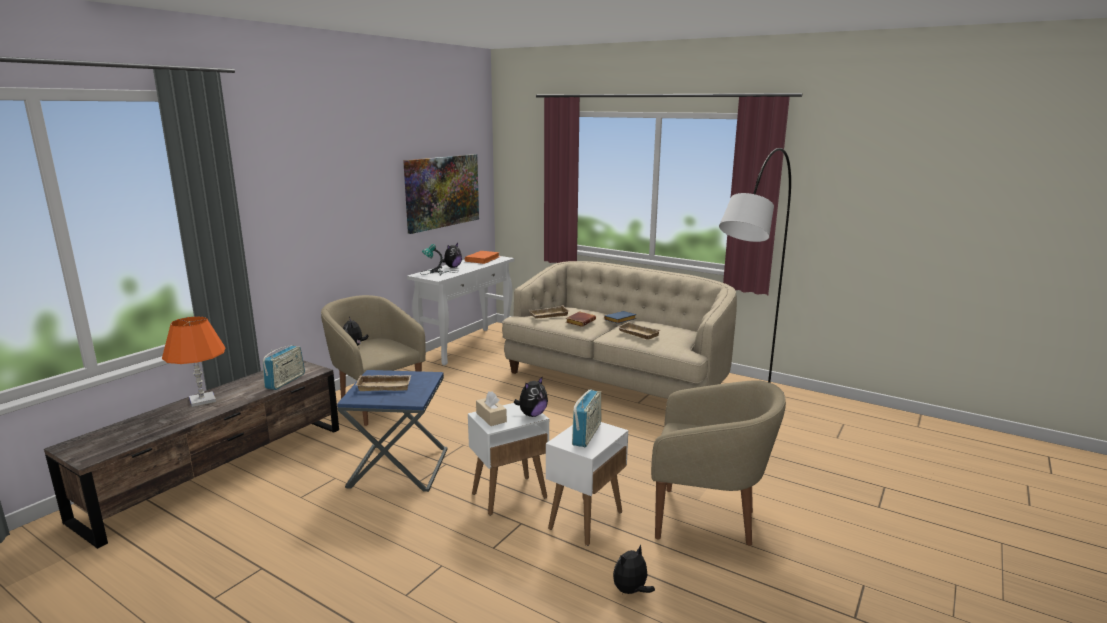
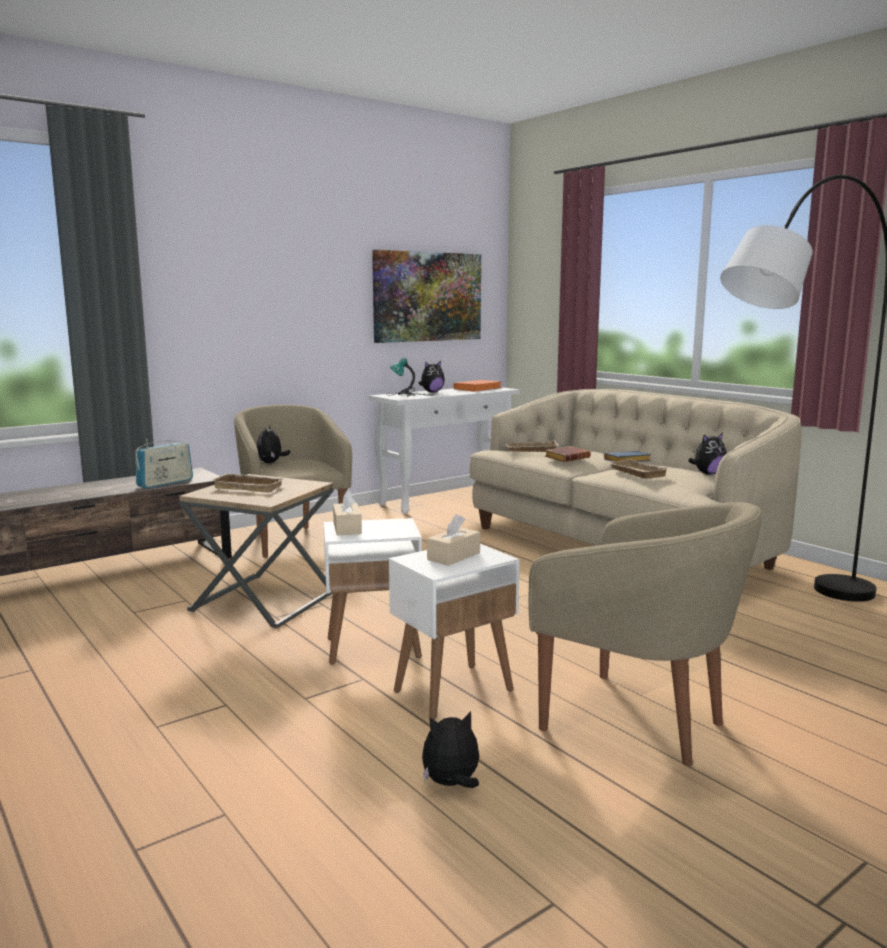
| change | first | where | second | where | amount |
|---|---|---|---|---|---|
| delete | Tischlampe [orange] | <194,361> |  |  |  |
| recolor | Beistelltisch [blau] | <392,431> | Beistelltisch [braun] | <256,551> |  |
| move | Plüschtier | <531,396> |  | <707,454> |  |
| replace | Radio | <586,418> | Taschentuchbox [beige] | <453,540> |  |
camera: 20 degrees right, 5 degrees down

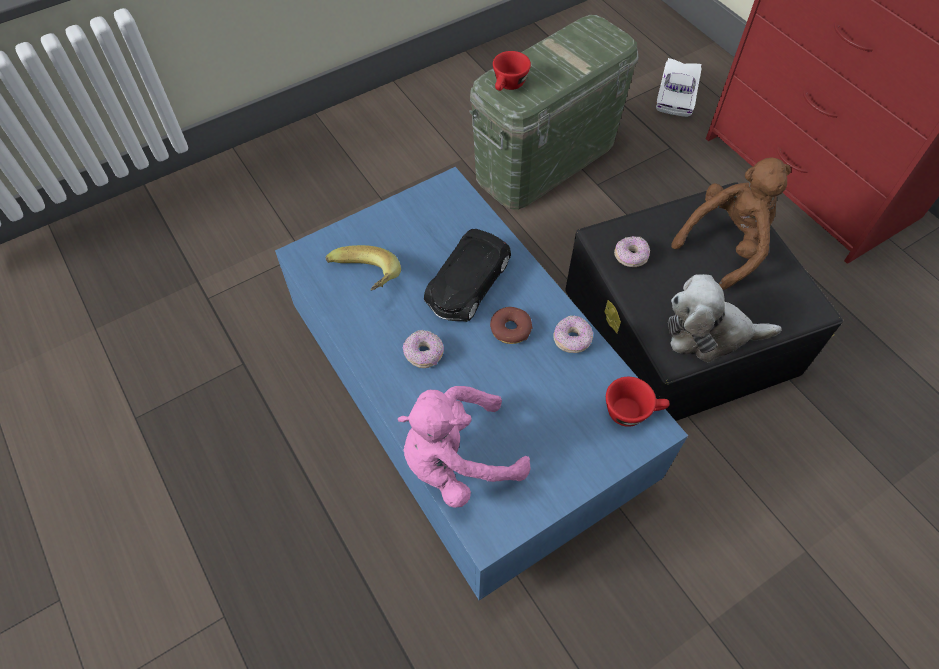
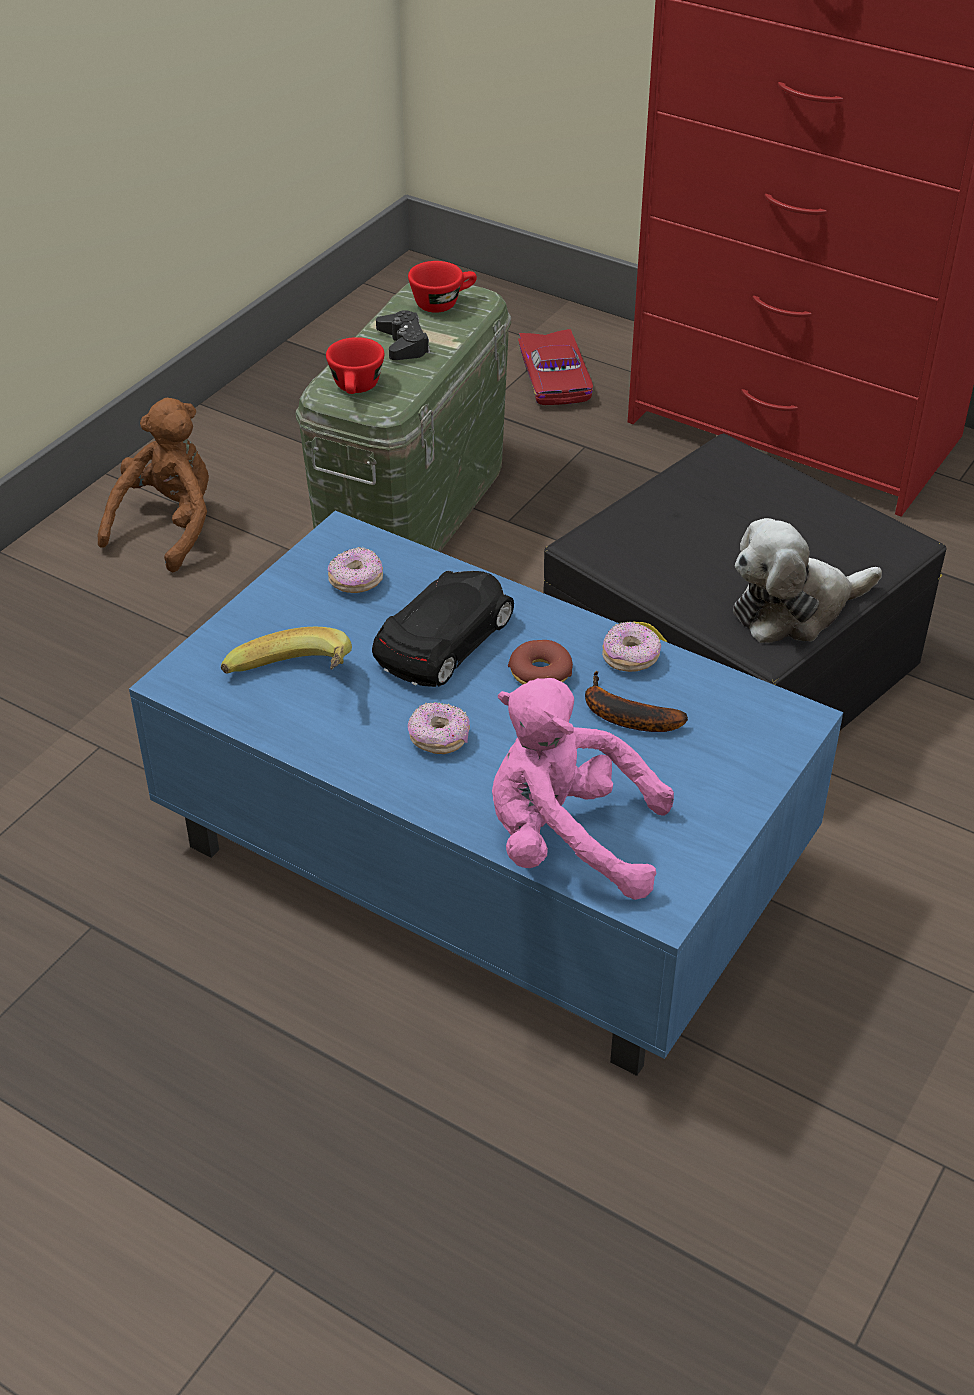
| change | first | where | second | where | amount |
|---|---|---|---|---|---|
| rotate | Plüschtier [rosa] | <464,447> |  | <583,789> | 60 degrees clockwise |
| rotate | Spielzeugauto [schwarz] | <467,275> |  | <443,629> | 150 degrees counterclockwise |
| move | Tasse [rot] | <637,402> |  | <442,287> |  |
| move | Donut | <632,251> |  | <355,570> |  |
| recolor | Spielzeugauto [weiß] | <679,87> | Spielzeugauto [rot] | <555,367> |  |
| move | Plüschtier [braun] | <731,224> |  | <153,485> |  |
| insert |  |  | Gamepad [schwarz] | <403,335> |  |
| insert |  |  | Banane | <636,701> |  |
camera: 25 degrees left, 15 degrees down

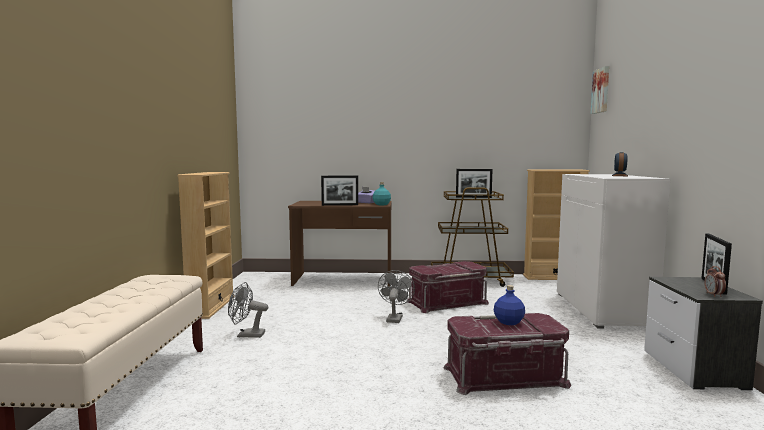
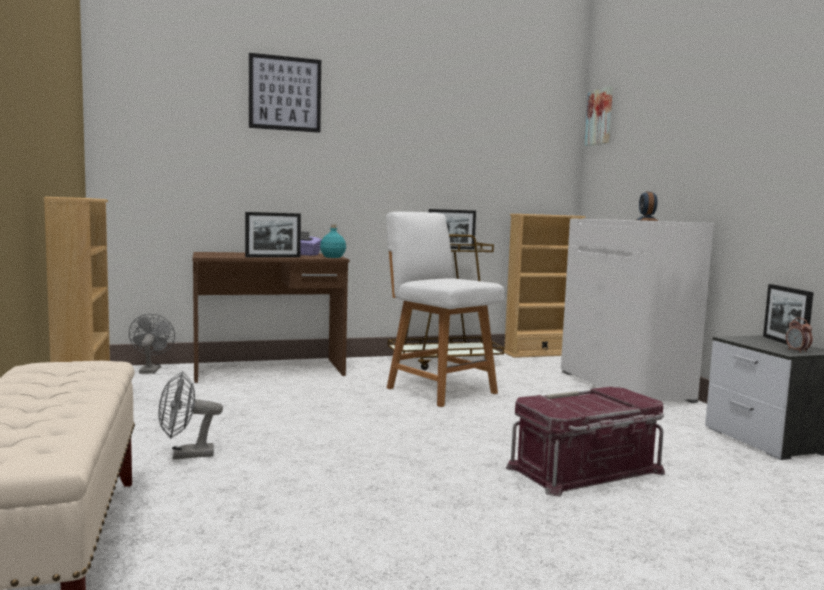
| change | first | where | second | where | amount |
|---|---|---|---|---|---|
| move | Ventilator [grau] | <396,296> |  | <152,344> |  |
| replace | Aufbewahrungsbox [rot] | <447,287> | Stuhl [weiß] | <445,309> |  |
| delete | Flasche [blau] | <509,305> |  |  |  |
| insert |  |  | Bild | <285,93> |  |
camera: 20 degrees left, 0 degrees up

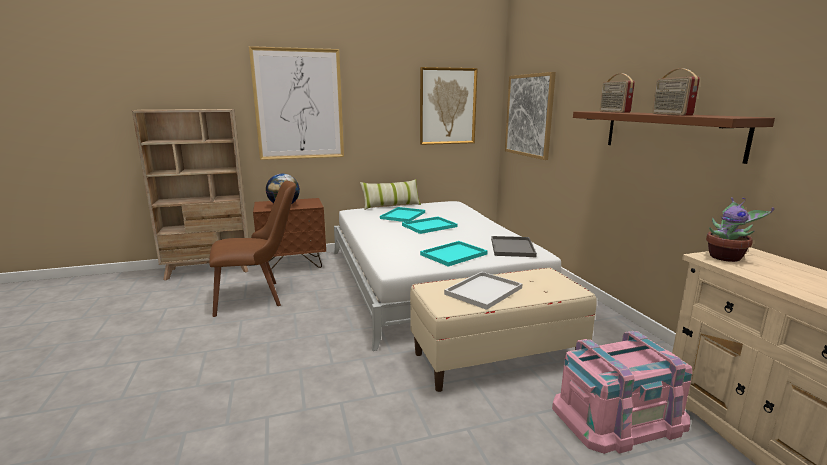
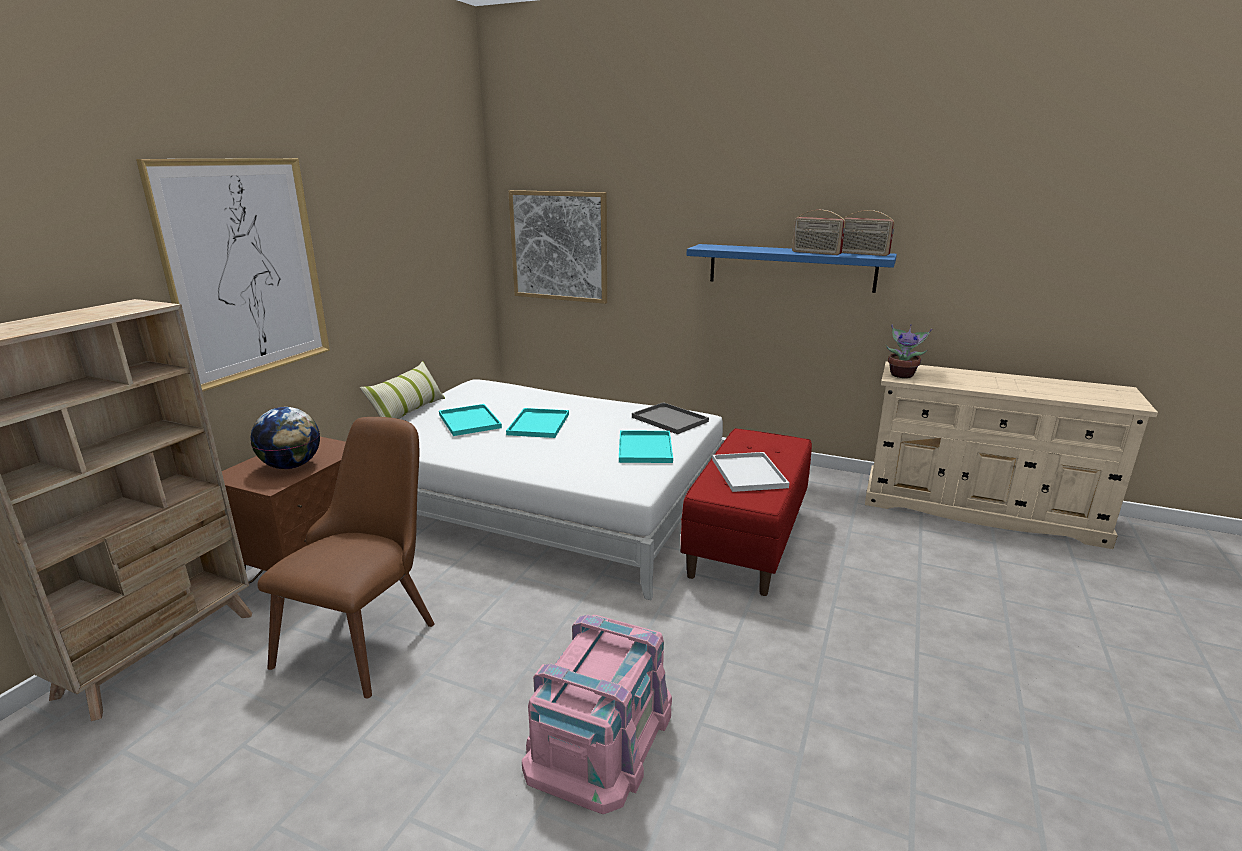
| change | first | where | second | where | amount |
|---|---|---|---|---|---|
| recolor | Bank [beige] | <503,330> | Bank [rot] | <746,512> |  |
| delete | Bild | <449,106> |  |  |  |
| move | Aufbewahrungsbox [rosa] | <622,392> |  | <597,714> |  |
| recolor | Wandregal [braun] | <674,137> | Wandregal [blau] | <791,268> |  |
| move | Radio | <617,93> |  | <868,233> |  |
camera: 50 degrees left, 5 degrees up

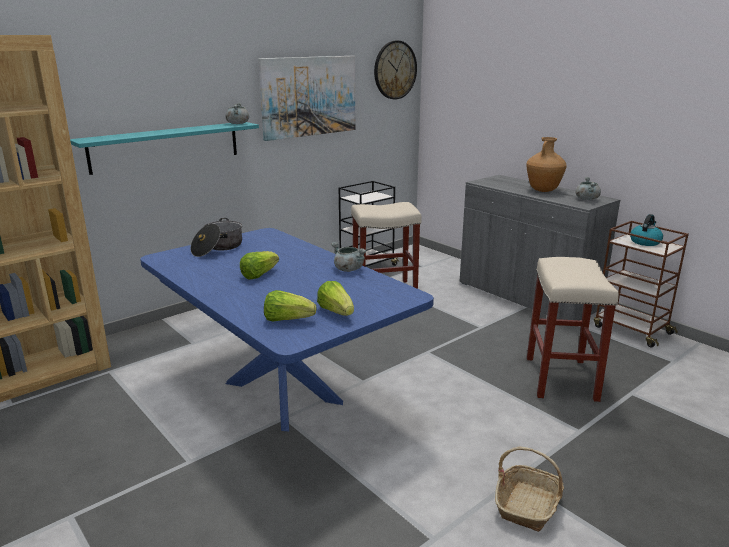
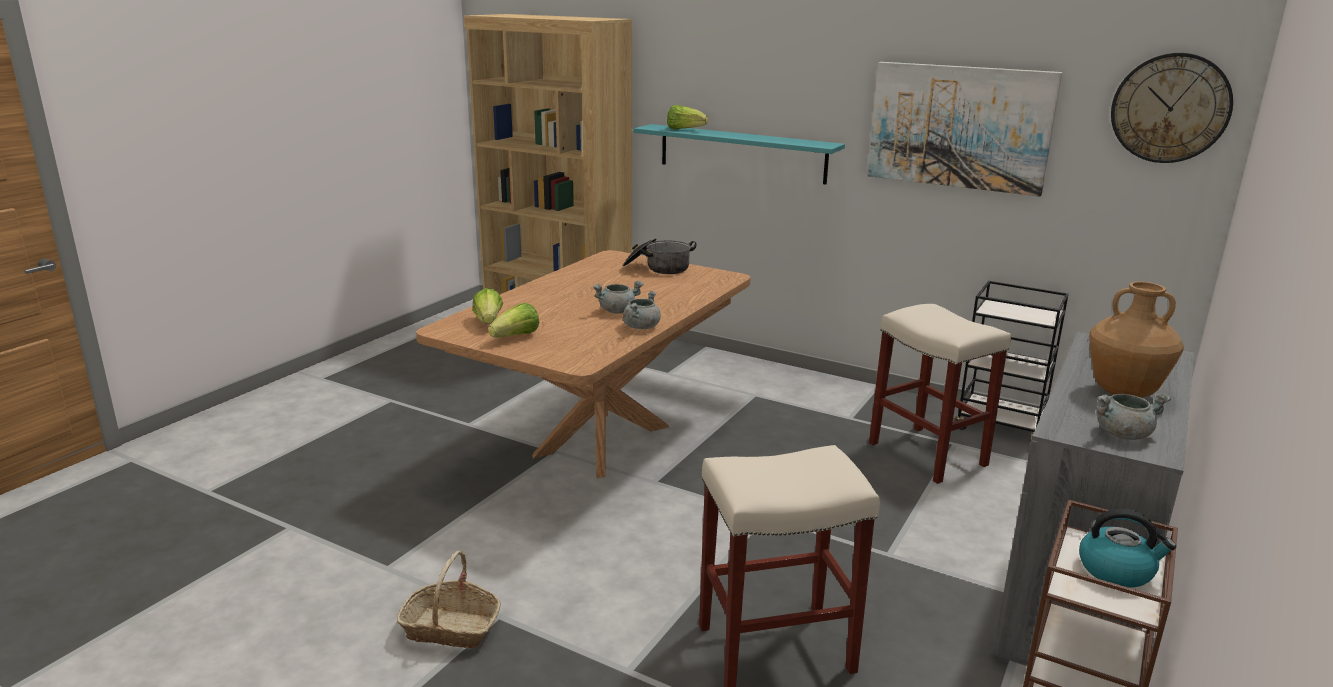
| change | first | where | second | where | amount |
|---|---|---|---|---|---|
| recolor | Esstisch [blau] | <287,329> | Esstisch [braun] | <583,364> |  |
| move | Kochtopf [grau] | <237,113> |  | <618,297> |  |
| move | Salatkopf | <259,265> |  | <687,117> |  |
camera: 70 degrees right, 0 degrees up

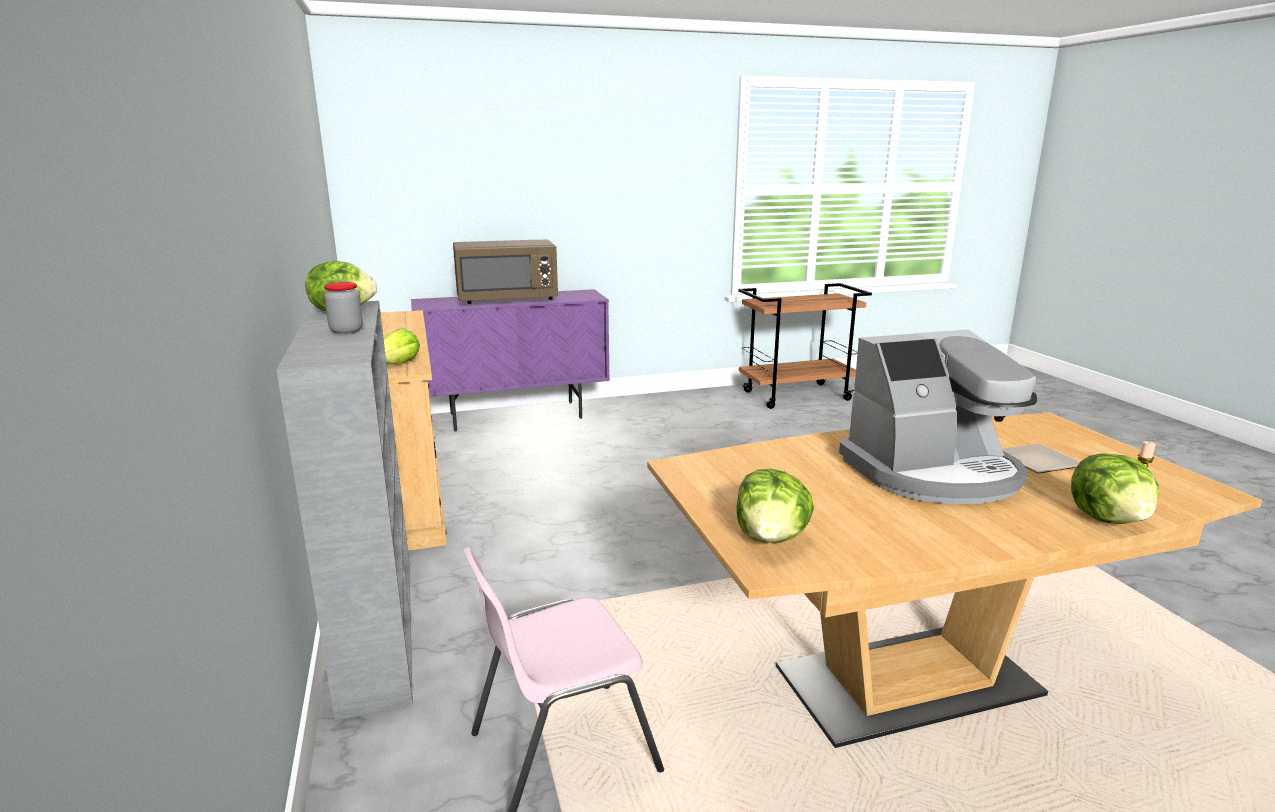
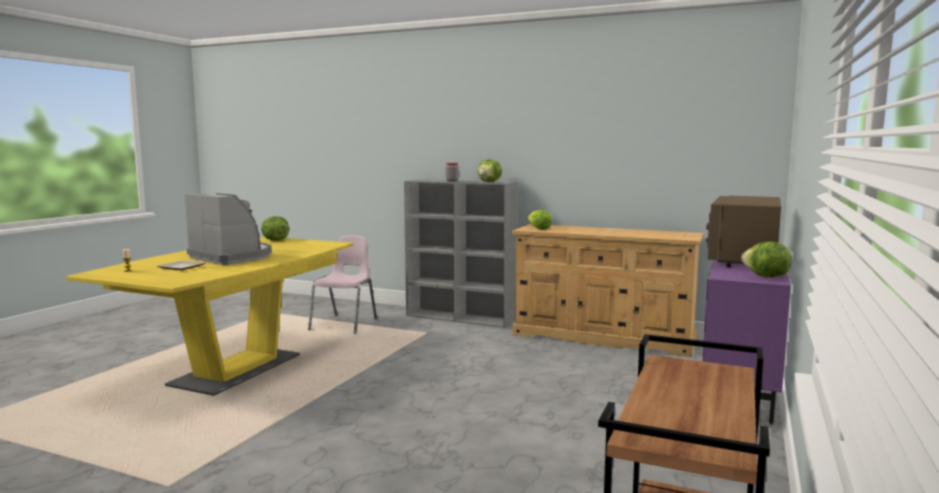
| change | first | where | second | where | amount |
|---|---|---|---|---|---|
| recolor | Esstisch [braun] | <954,580> | Esstisch [gelb] | <209,316> |  |
| rotate | Kaffeemaschine | <938,416> |  | <228,229> | 105 degrees clockwise |
| move | Salatkopf | <1115,488> |  | <766,259> |  |
camera: 130 degrees right, 10 degrees down

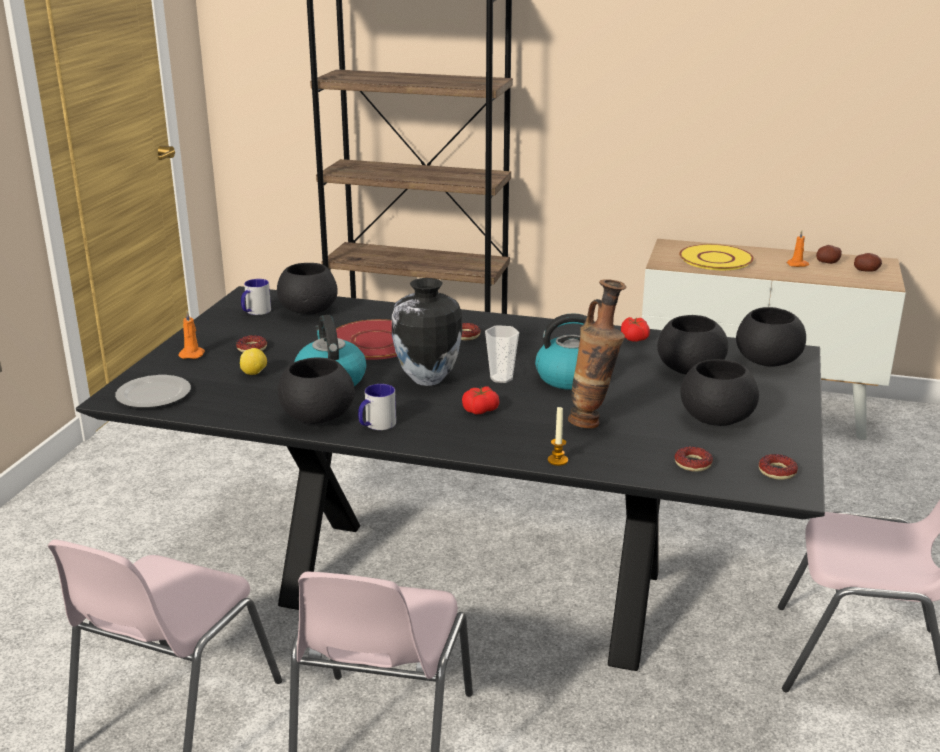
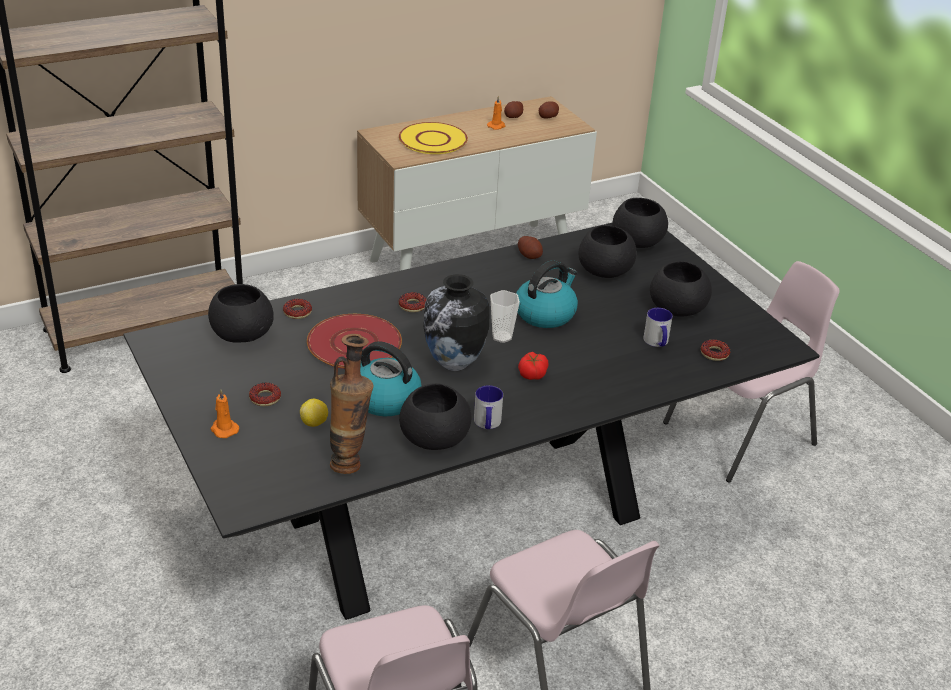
| change | first | where | second | where | amount |
|---|---|---|---|---|---|
| delete | Teller | <153,391> |  |  |  |
| move | Henkelbecher | <256,297> |  | <658,327> |  |
| delete | Kerze | <558,436> |  |  |  |
| move | Vase | <597,353> |  | <351,404> |  |
| replace | Tomate | <635,329> | Kartoffel | <530,247> |  |
| move | Donut | <778,467> |  | <297,309> |  |
camera: 45 degrees left, 10 degrees up

